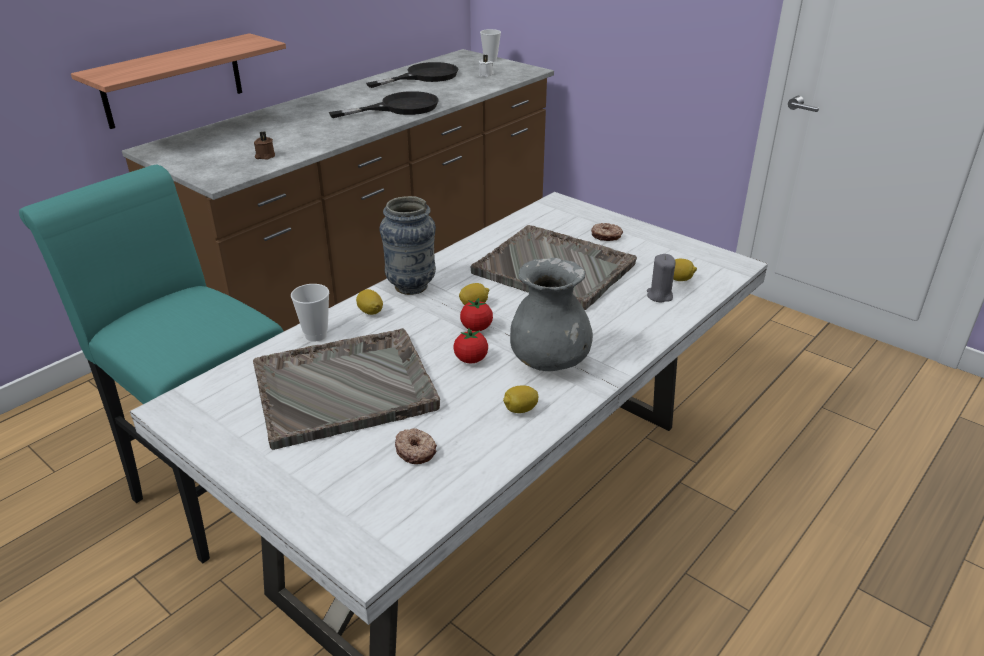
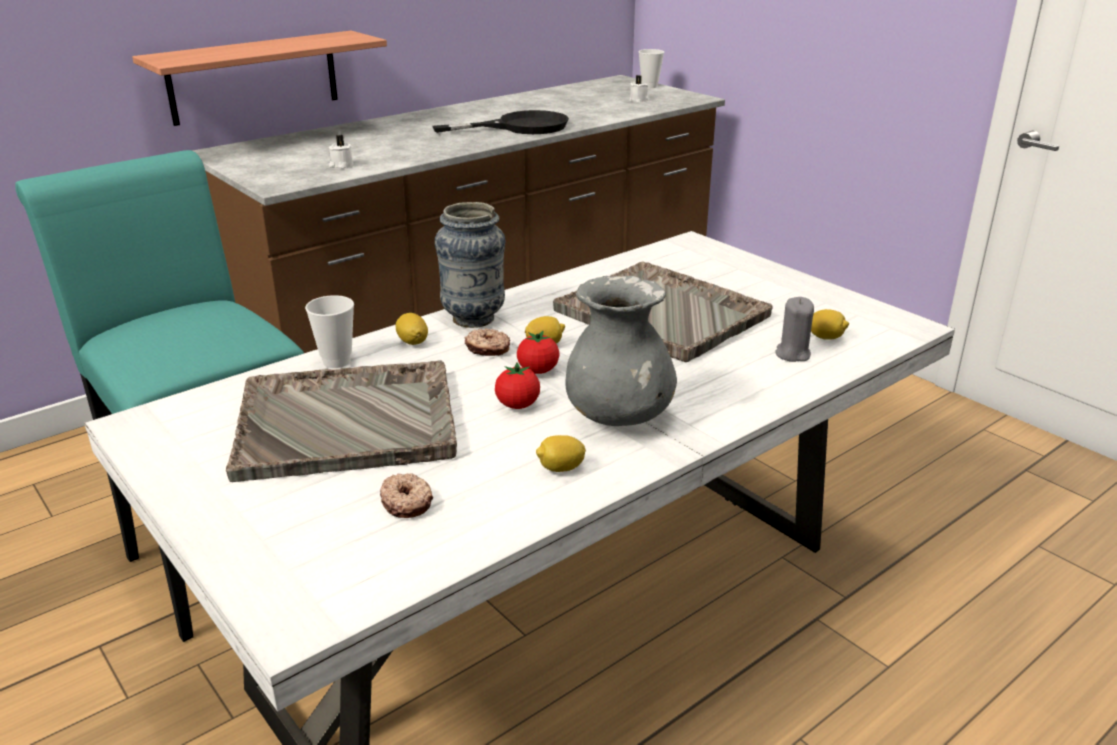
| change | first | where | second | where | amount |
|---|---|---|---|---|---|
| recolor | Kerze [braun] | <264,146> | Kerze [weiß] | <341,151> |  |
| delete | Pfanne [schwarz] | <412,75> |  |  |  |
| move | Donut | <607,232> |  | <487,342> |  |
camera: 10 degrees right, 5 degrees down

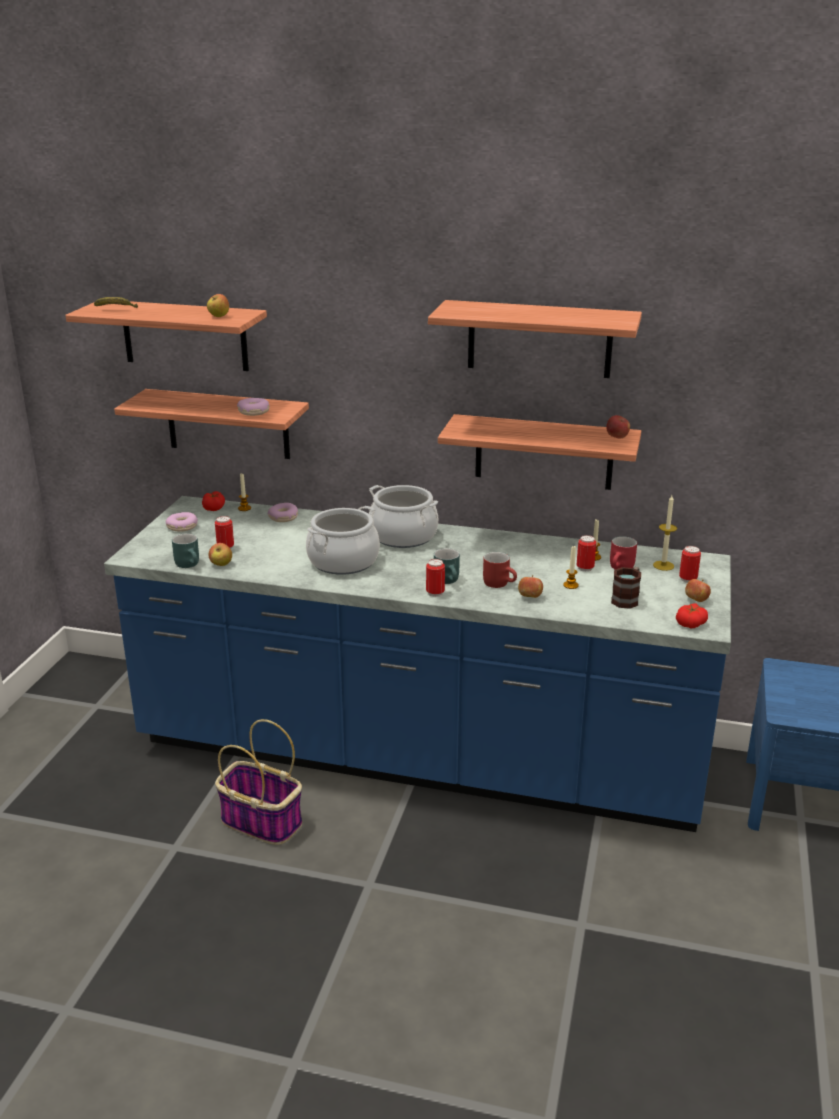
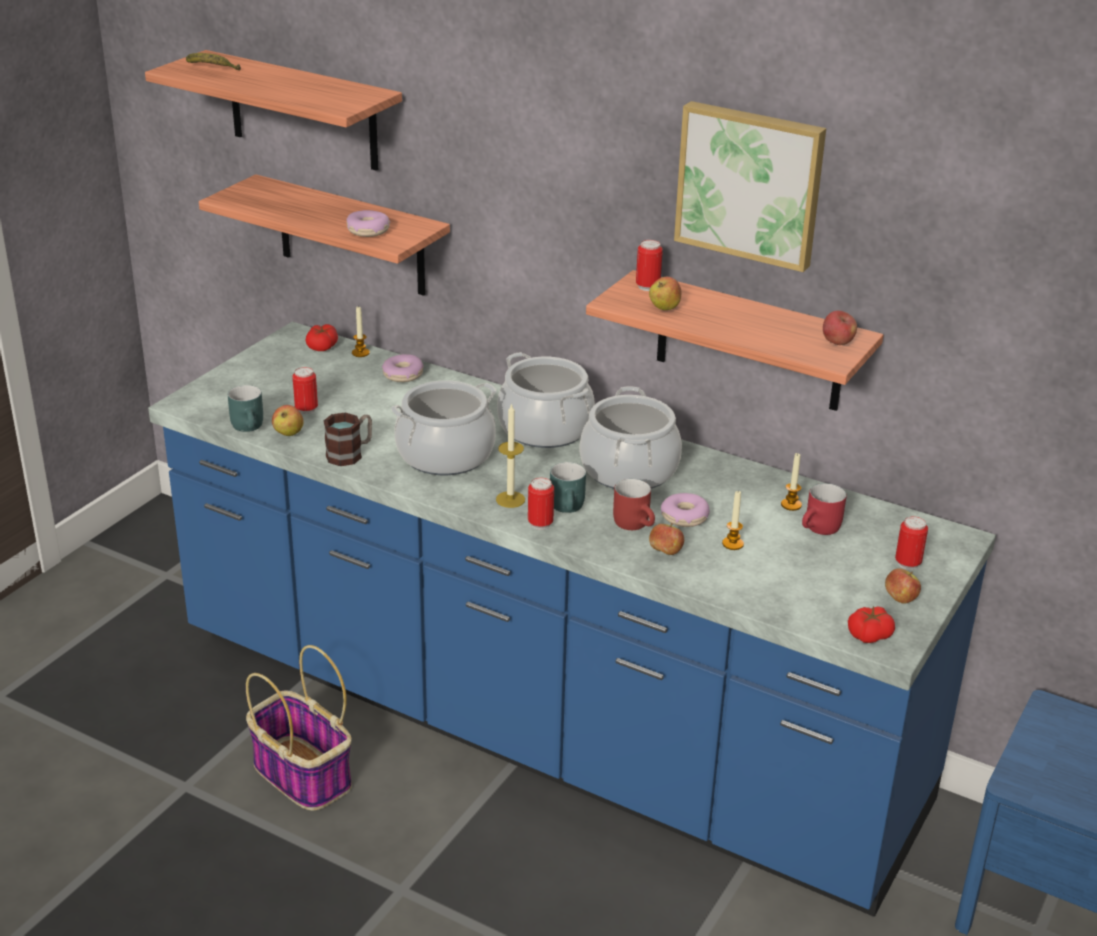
| change | first | where | second | where | amount |
|---|---|---|---|---|---|
| move | Donut | <181,522> |  | <685,510> |  |
| move | Apfel | <218,305> |  | <665,293> |  |
| replace | Wandregal | <535,339> | Bild | <750,186> |  |
| move | Dose | <586,553> |  | <649,265> |  |
| move | Henkelbecher | <626,588> |  | <348,439> |  |
| move | Kerze | <665,533> |  | <510,455> |  |
| insert |  |  | Kochtopf | <631,438> |  |
camera: 15 degrees right, 5 degrees up

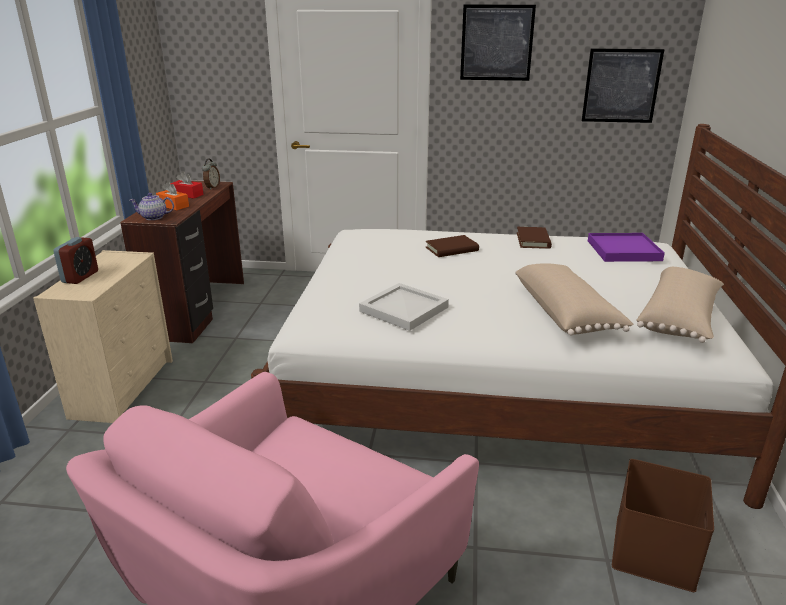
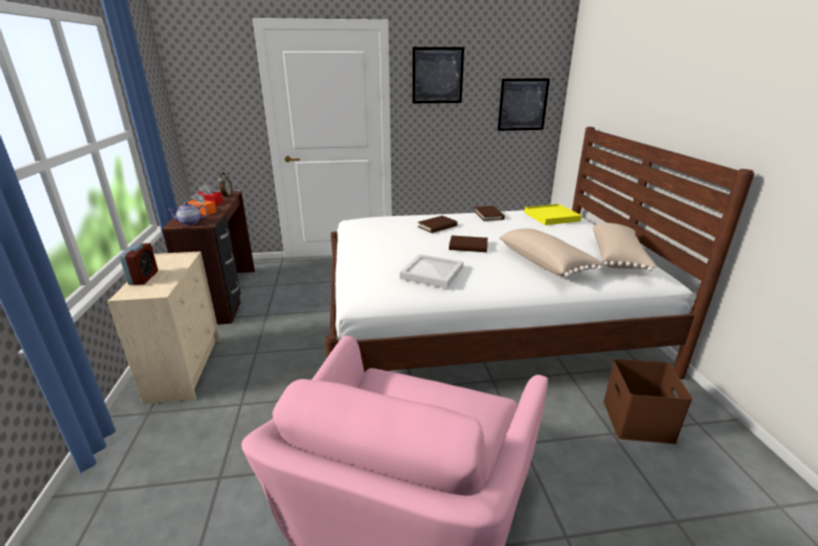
| change | first | where | second | where | amount |
|---|---|---|---|---|---|
| recolor | Tablett [lila] | <626,247> | Tablett [gelb] | <553,214> |  |
| insert |  |  | Buch [braun] | <468,243> |  |
camera: 15 degrees left, 0 degrees up

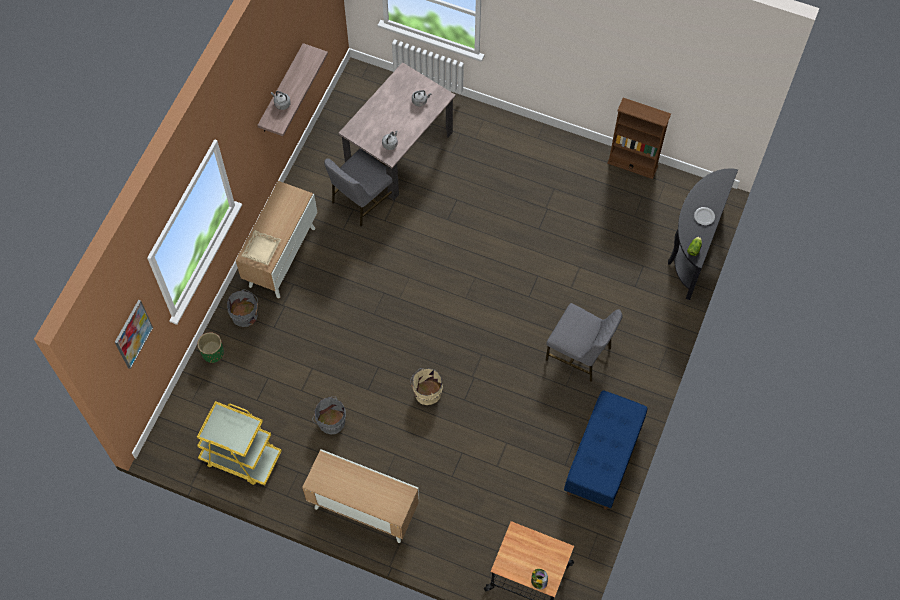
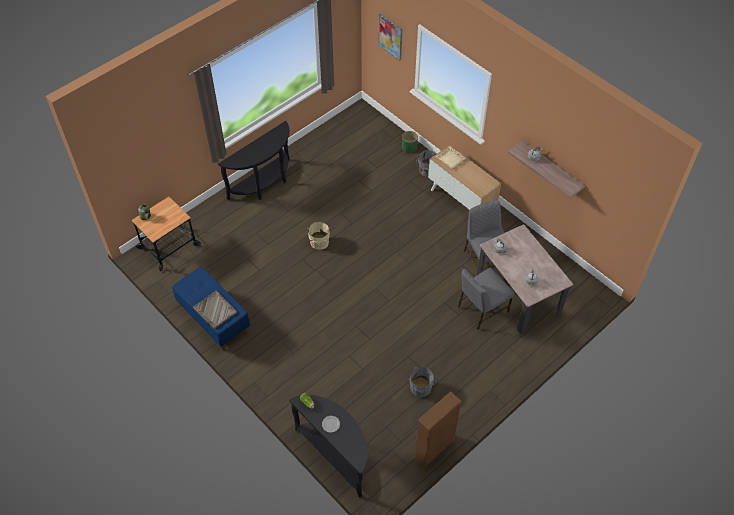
| change | first | where | second | where | amount |
|---|---|---|---|---|---|
| delete | Rollwagen [gelb] | <239,443> |  |  |  |
| replace | Schrank | <360,496> | Konsolentisch [schwarz] | <254,160> |  |
| move | Eimer [grau] | <329,415> |  | <422,381> |  |
| move | Stuhl [grau] | <584,342> |  | <486,298> |  |
| insert |  |  | Tablett [grau] | <215,309> |  |
camera: 115 degrees right, 10 degrees down

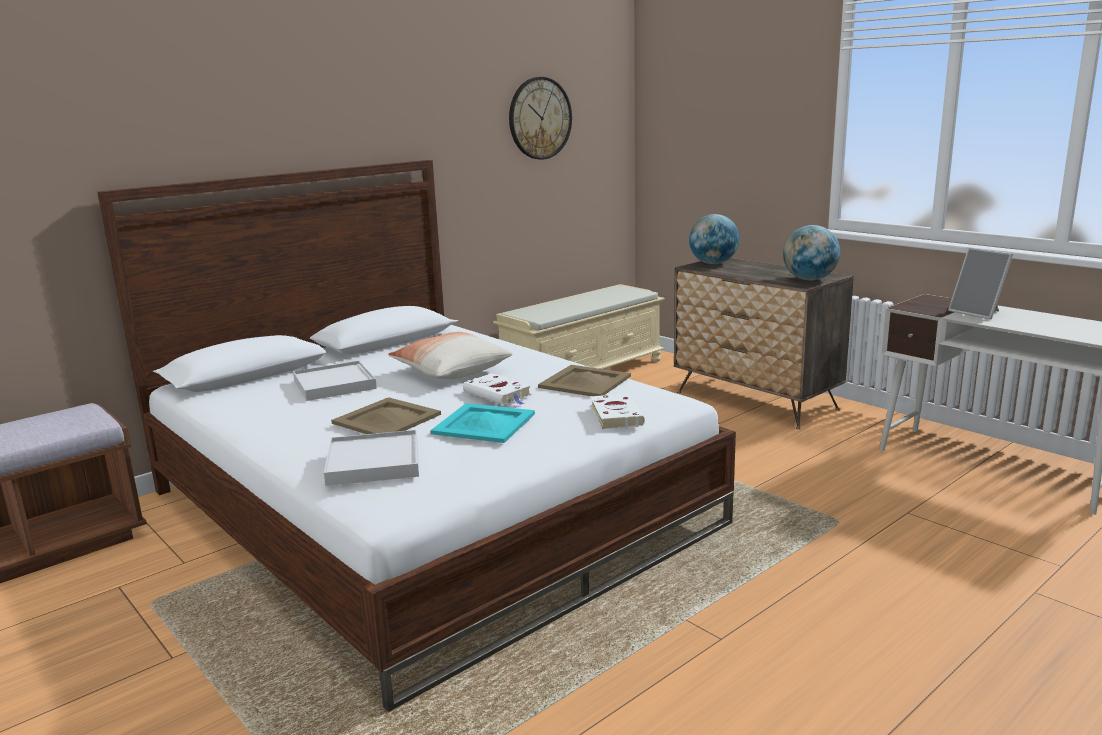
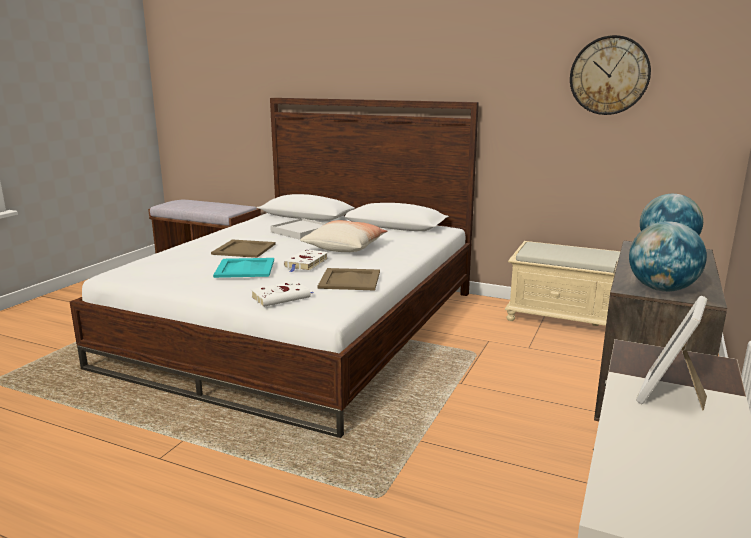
| change | first | where | second | where | amount |
|---|---|---|---|---|---|
| delete | Tablett [weiß] | <371,458> |  |  |  |
camera: 65 degrees right, 0 degrees up

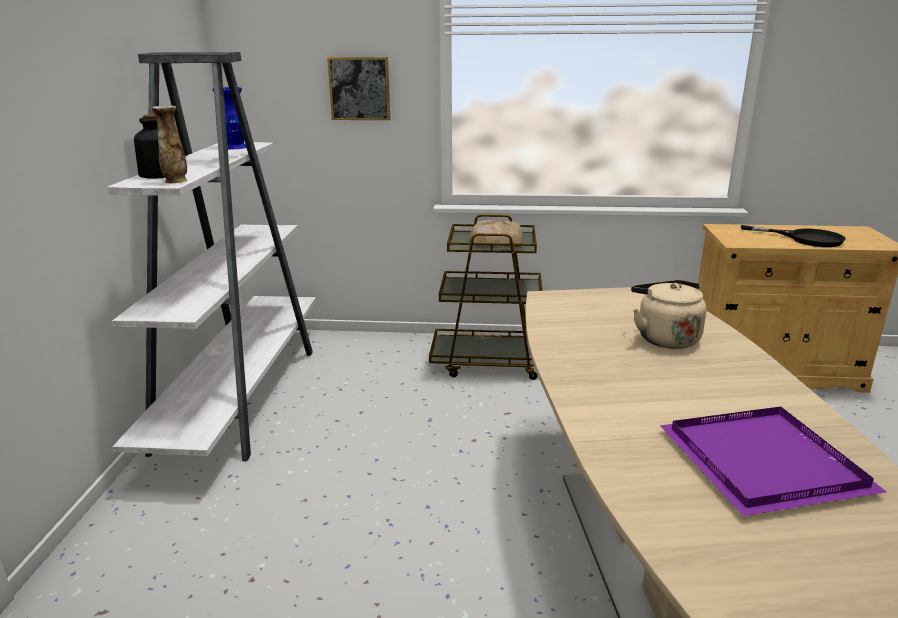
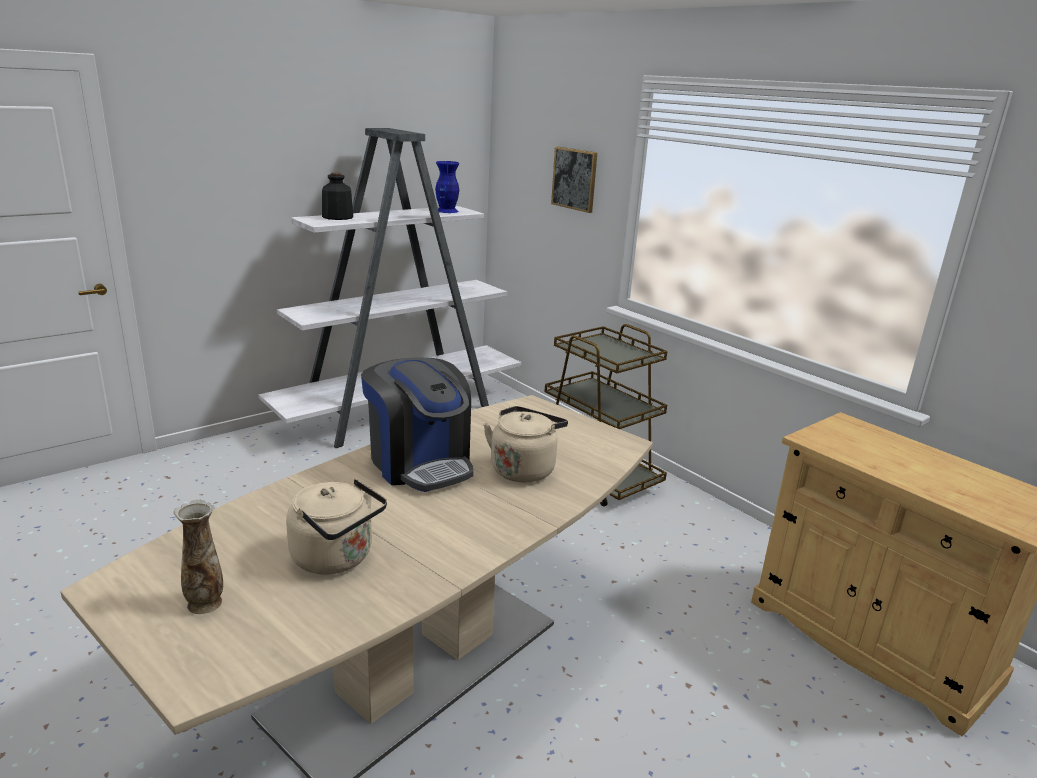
| change | first | where | second | where | amount |
|---|---|---|---|---|---|
| move | Vase | <169,144> |  | <198,557> |  |
| delete | Brot | <496,233> |  |  |  |
| replace | Tablett [lila] | <773,461> | Wasserkessel [beige] | <336,526> |  |
| delete | Pfanne [schwarz] | <793,236> |  |  |  |
| insert |  |  | Kaffeemaschine | <417,424> |  |
camera: 45 degrees right, 0 degrees up

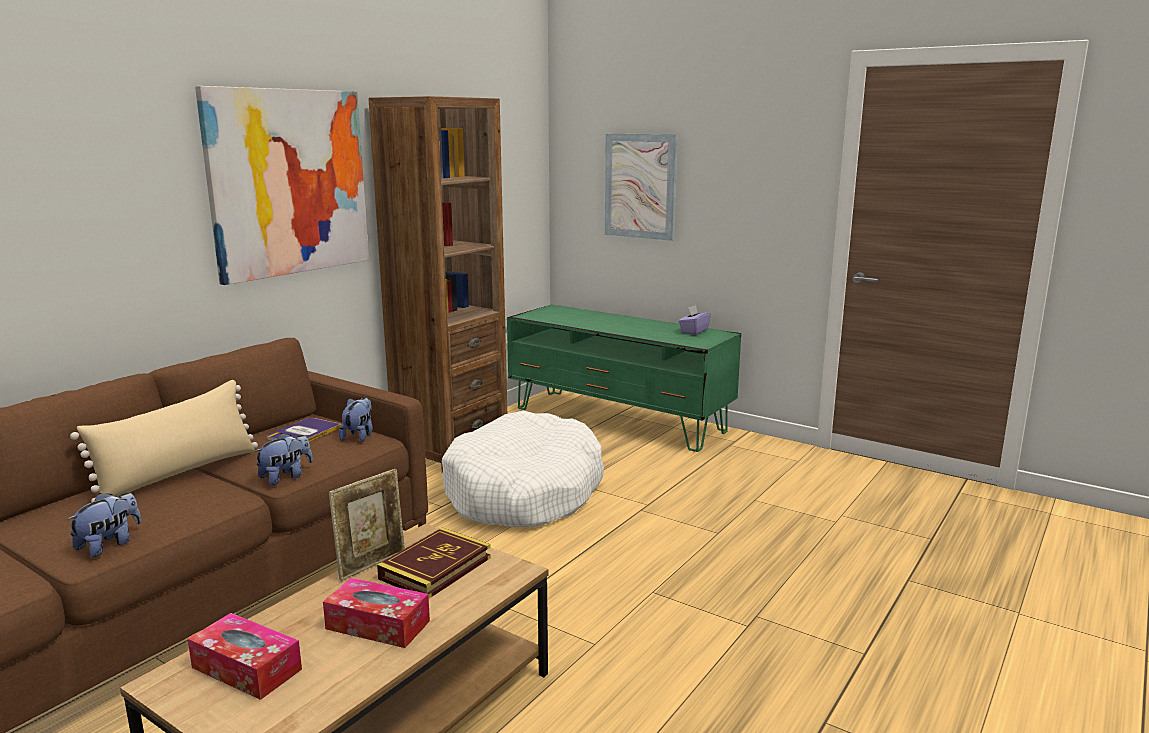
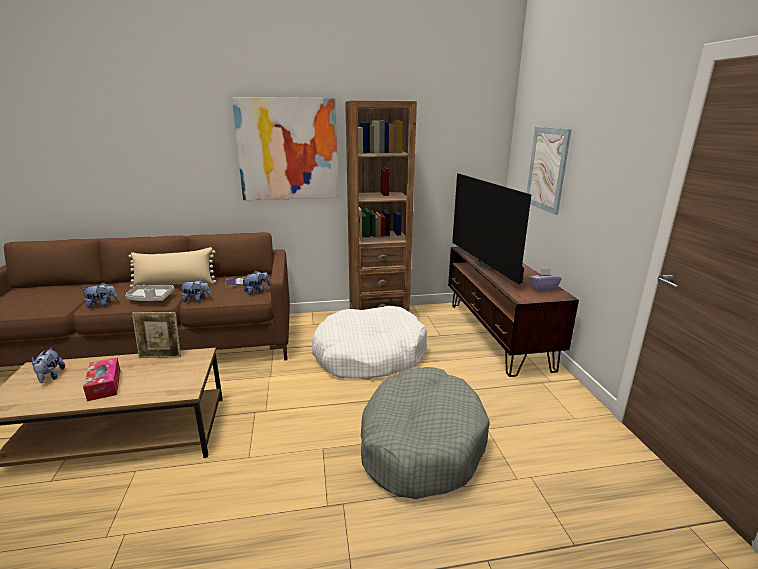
| change | first | where | second | where | amount |
|---|---|---|---|---|---|
| replace | Taschentuchbox | <245,656> | Plüschtier | <48,365> |  |
| delete | Buch | <434,563> |  |  |  |
| recolor | Fernsehschrank [grün] | <624,378> | Fernsehschrank [braun] | <513,312> |  |
| insert |  |  | Tablett [grau] | <149,293> |  |
| insert |  |  | Hundebett [grau] | <425,433> |  |
| insert |  |  | Fernseher | <491,228> |  |
camera: 45 degrees right, 5 degrees up

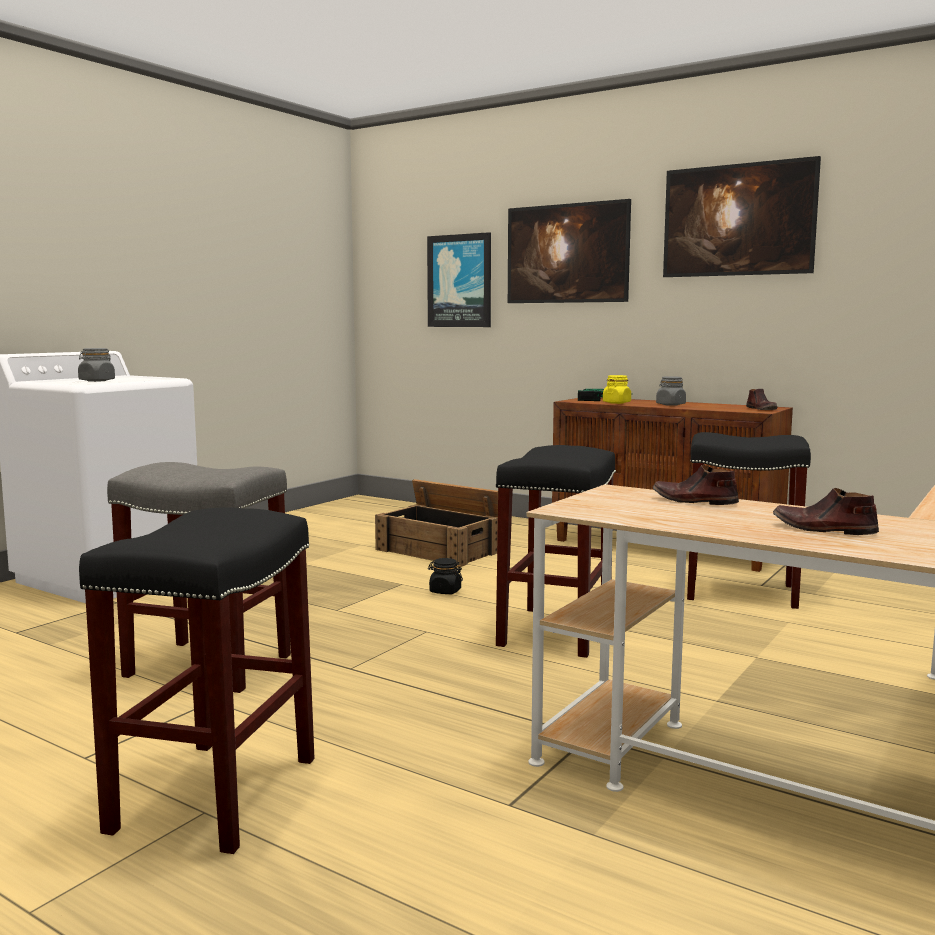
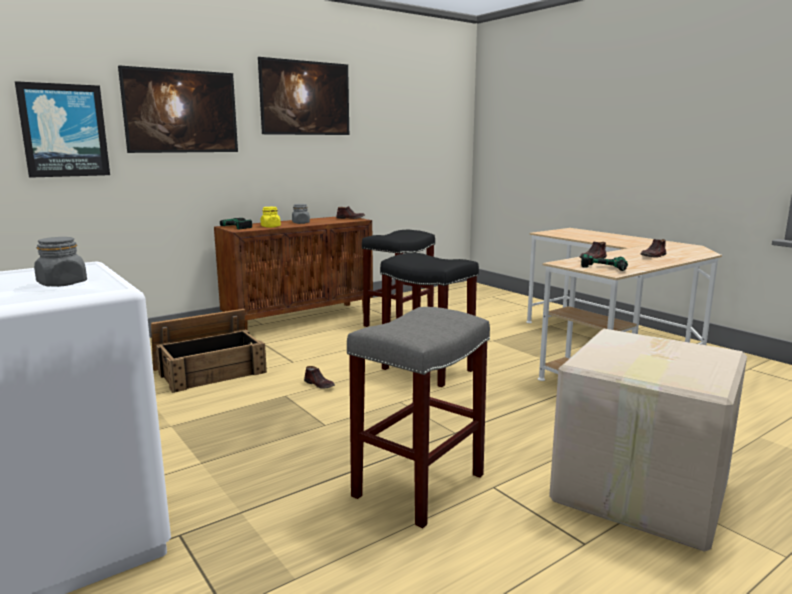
| change | first | where | second | where | amount |
|---|---|---|---|---|---|
| replace | Hocker [schwarz] | <196,680> | Karton | <648,440> |  |
| replace | Vorratsglas [schwarz] | <445,576> | Schuh [braun] | <319,377> |  |
| insert |  |  | Bohrmaschine | <604,262> |  |
camera: 70 degrees left, 5 degrees up

